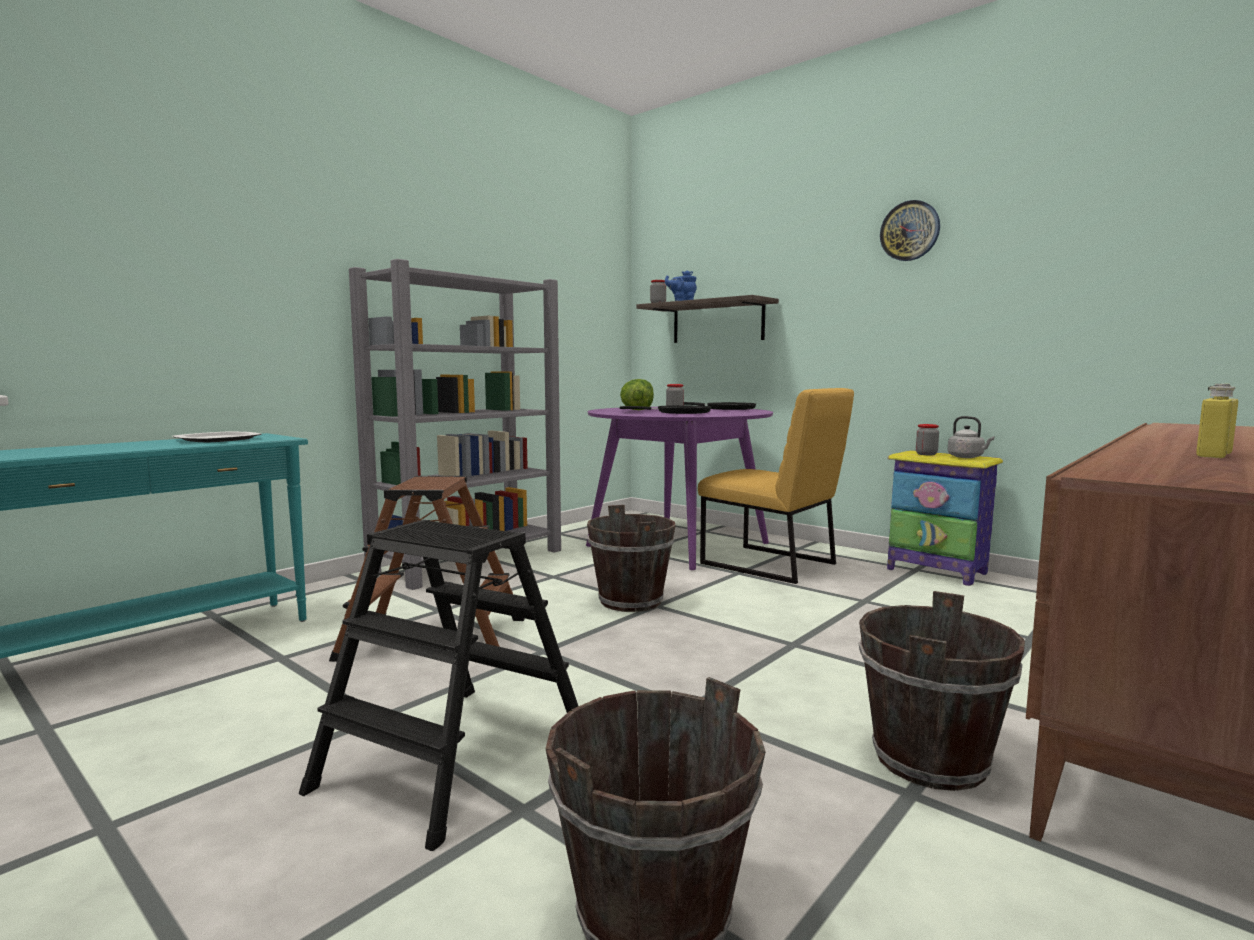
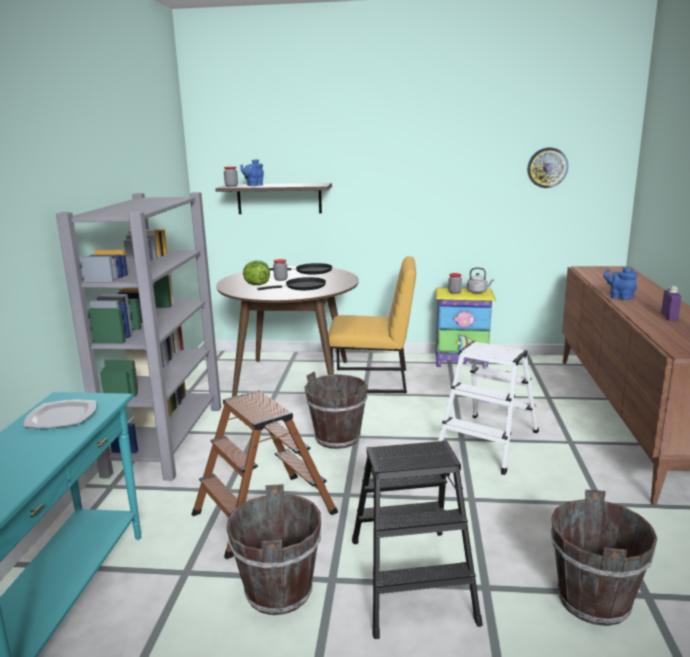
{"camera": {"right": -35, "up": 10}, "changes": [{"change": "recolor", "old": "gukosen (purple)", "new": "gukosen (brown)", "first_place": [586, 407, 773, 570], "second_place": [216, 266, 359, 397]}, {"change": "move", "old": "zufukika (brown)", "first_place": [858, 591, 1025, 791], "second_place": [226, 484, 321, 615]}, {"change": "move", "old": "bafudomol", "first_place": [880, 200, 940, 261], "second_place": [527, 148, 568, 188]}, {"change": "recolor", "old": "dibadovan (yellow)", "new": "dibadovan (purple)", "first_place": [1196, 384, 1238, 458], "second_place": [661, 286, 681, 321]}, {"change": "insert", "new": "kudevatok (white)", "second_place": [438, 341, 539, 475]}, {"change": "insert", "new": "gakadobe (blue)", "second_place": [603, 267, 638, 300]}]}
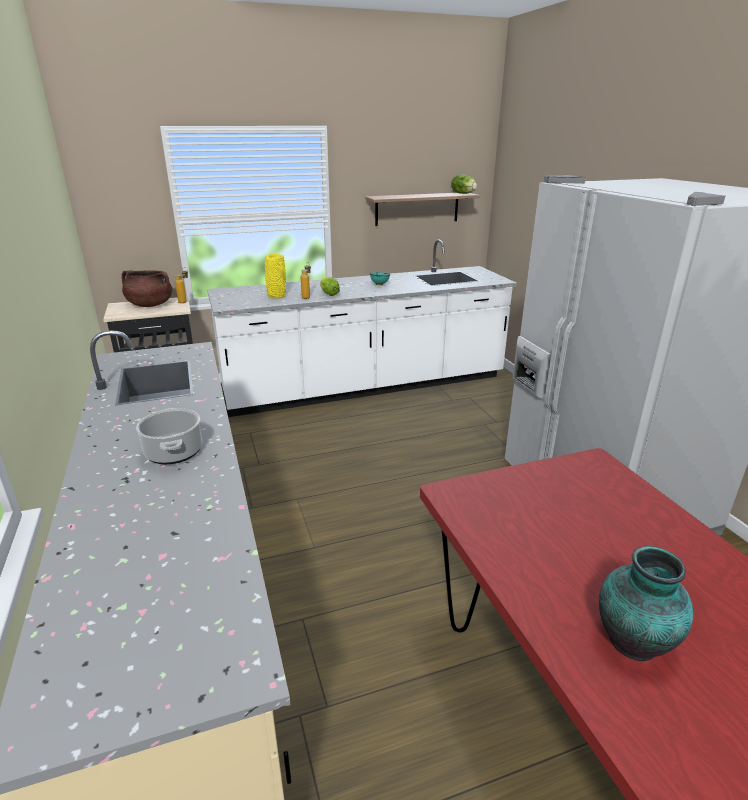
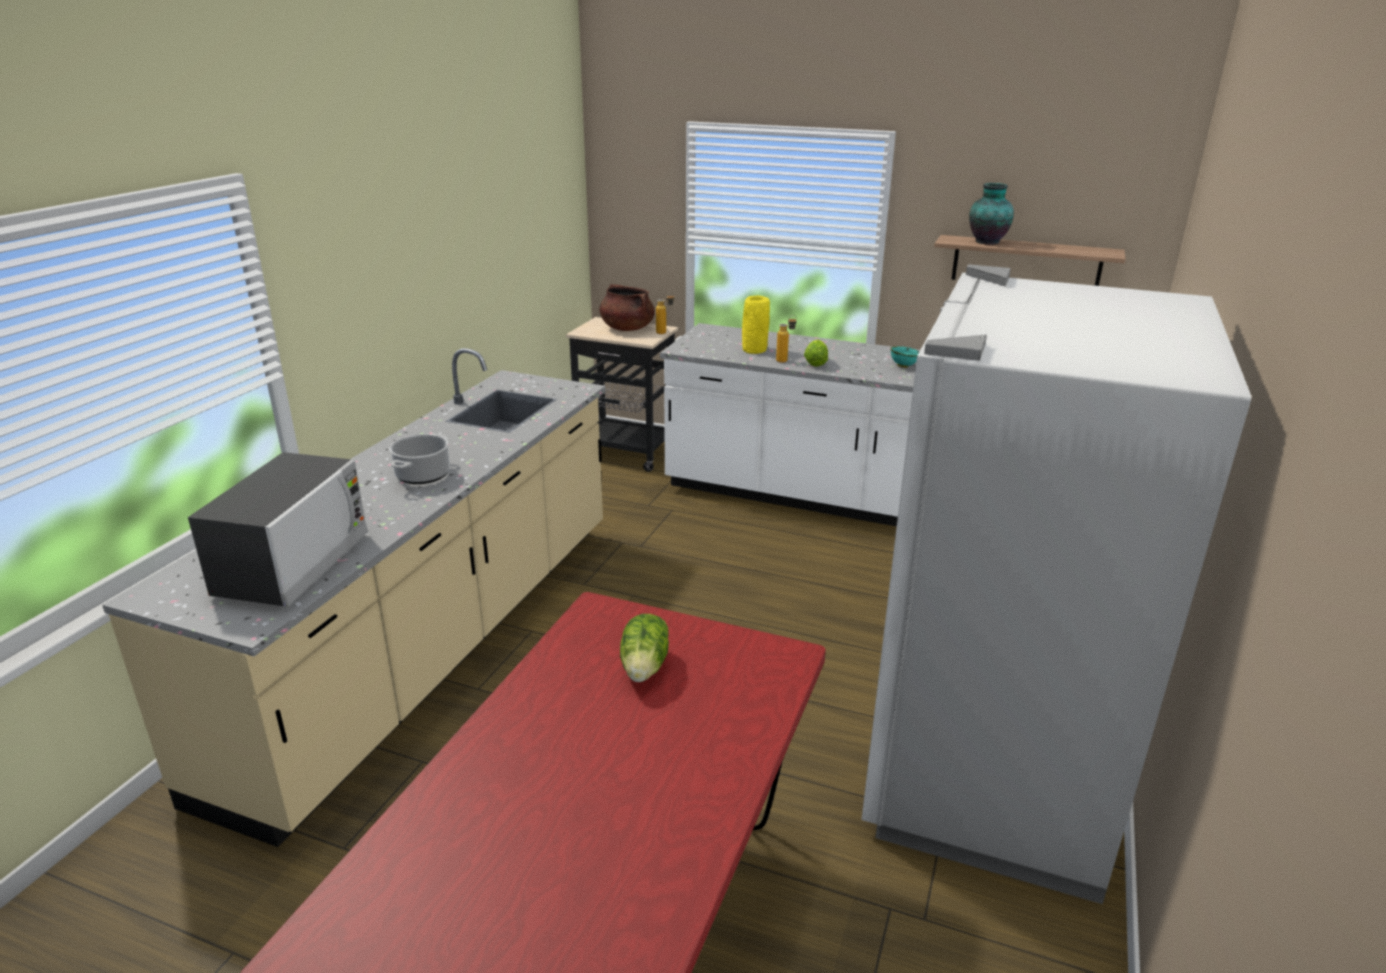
{"camera": {"right": 40, "up": 0}, "changes": [{"change": "move", "old": "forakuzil", "first_place": [451, 174, 477, 194], "second_place": [620, 614, 669, 682]}, {"change": "move", "old": "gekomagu", "first_place": [599, 546, 694, 661], "second_place": [969, 183, 1014, 245]}, {"change": "insert", "new": "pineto", "second_place": [188, 452, 368, 607]}]}
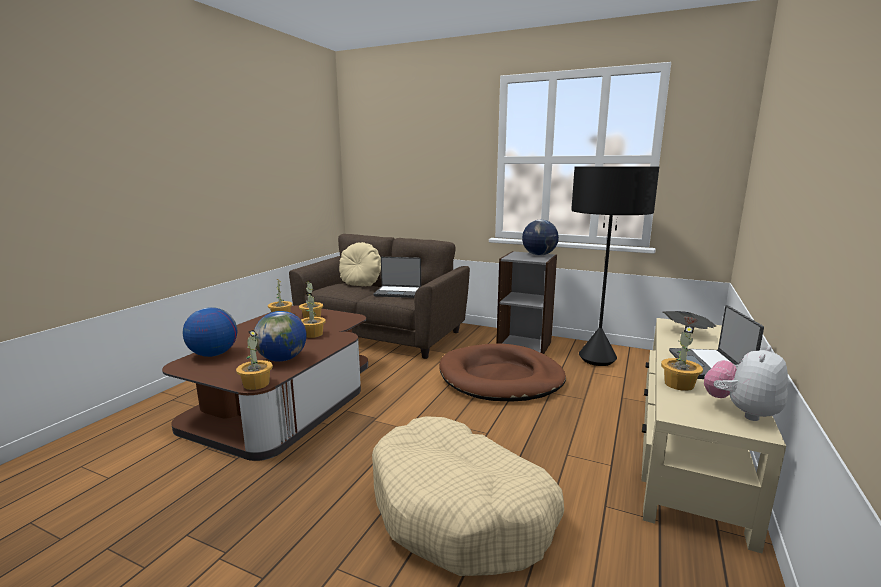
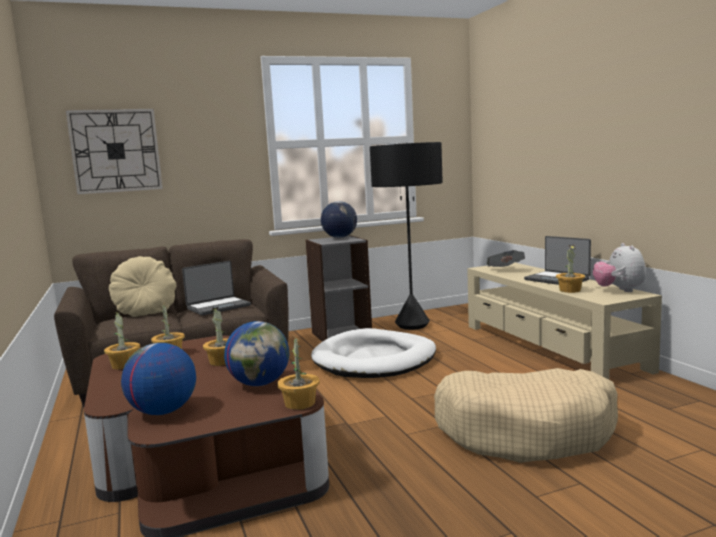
{"camera": {"right": -45, "up": -5}, "changes": [{"change": "recolor", "old": "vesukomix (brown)", "new": "vesukomix (white)", "first_place": [439, 343, 566, 401], "second_place": [311, 328, 436, 378]}, {"change": "insert", "new": "bafudomol", "second_place": [65, 109, 163, 195]}]}
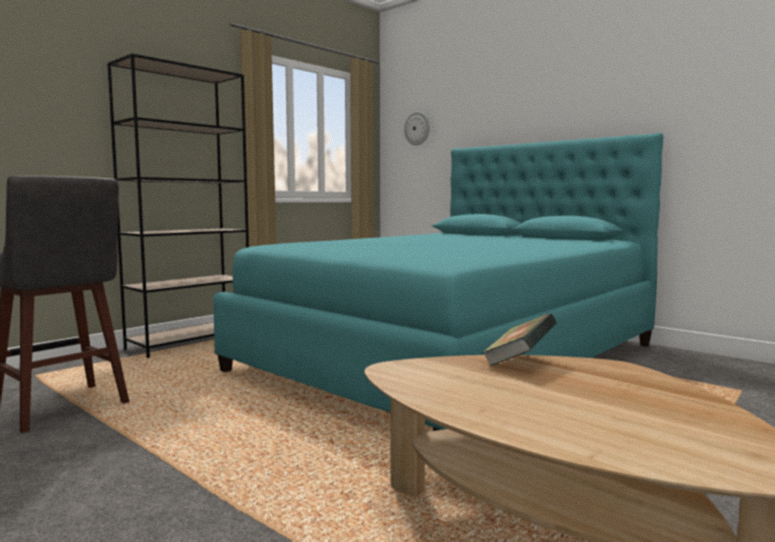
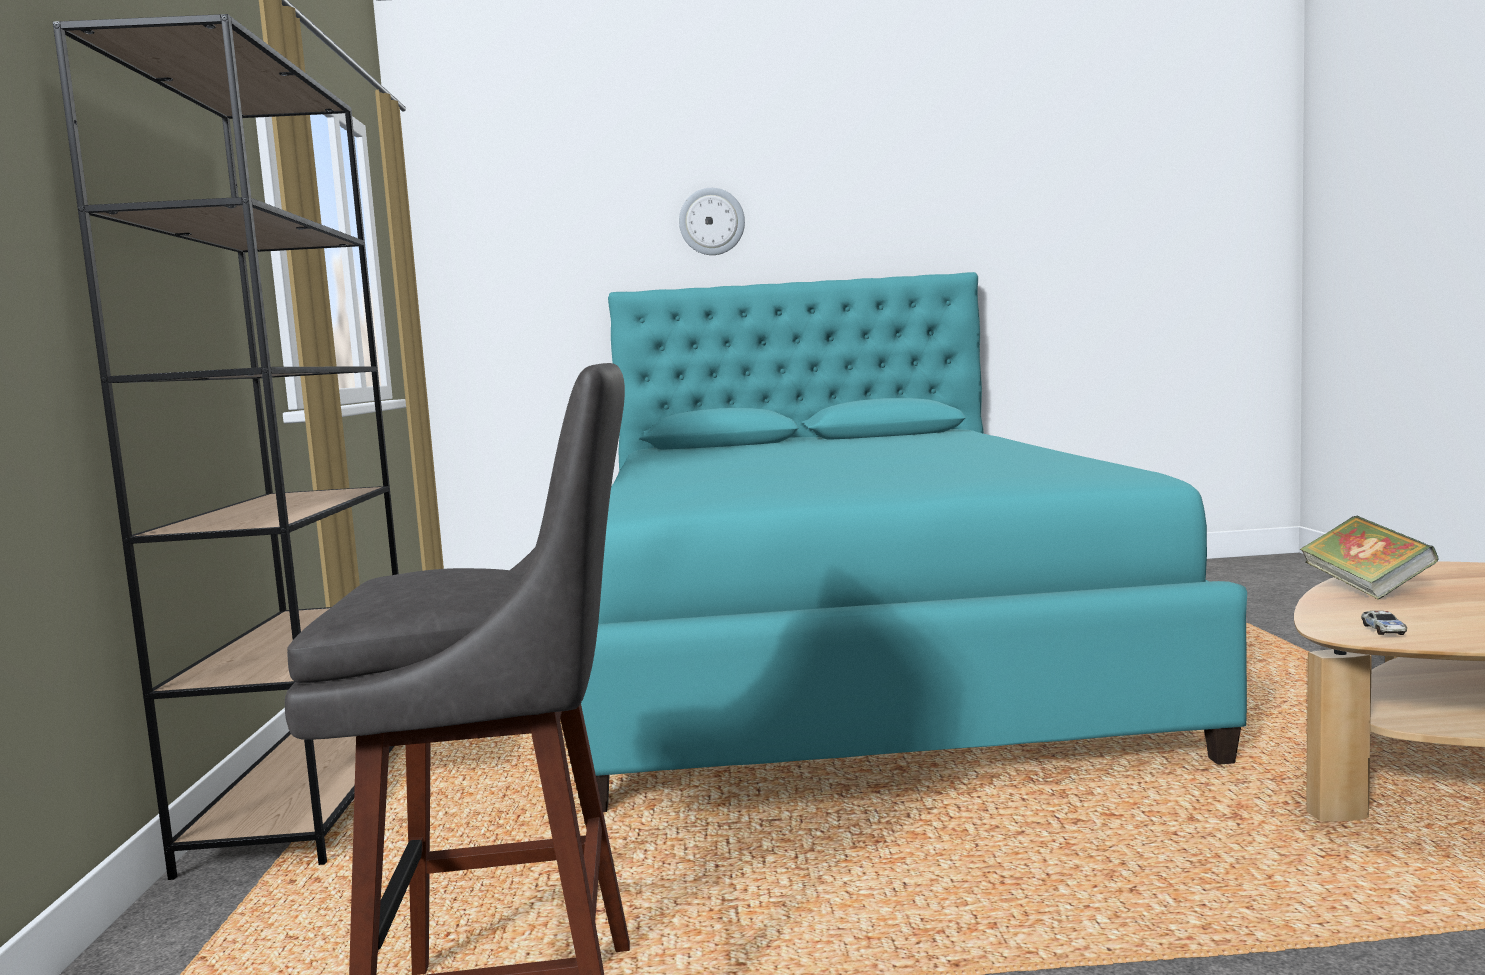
{"camera": {"right": -45, "up": 0}, "changes": [{"change": "move", "old": "bafudomol", "first_place": [404, 111, 430, 145], "second_place": [679, 188, 745, 255]}, {"change": "insert", "new": "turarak", "second_place": [1361, 611, 1407, 635]}]}
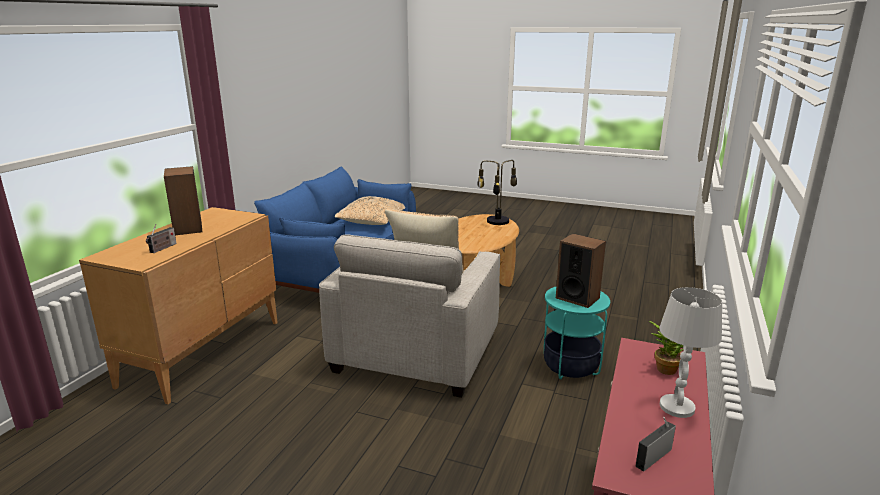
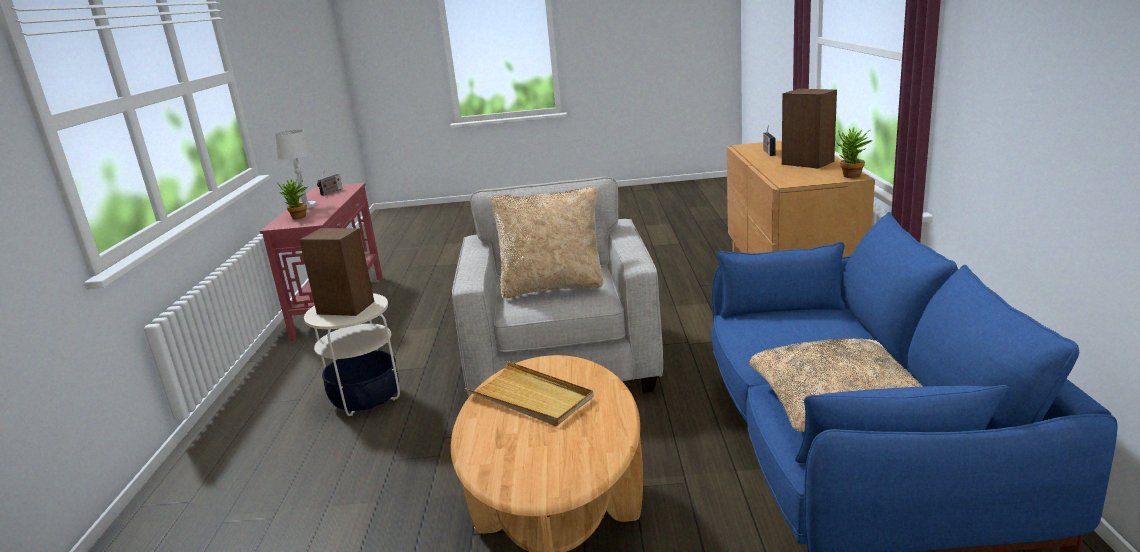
{"camera": {"right": 160, "up": 0}, "changes": [{"change": "delete", "old": "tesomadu", "first_place": [477, 160, 517, 225]}, {"change": "recolor", "old": "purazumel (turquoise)", "new": "purazumel (beige)", "first_place": [544, 287, 610, 379], "second_place": [304, 293, 400, 416]}, {"change": "insert", "new": "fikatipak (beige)", "second_place": [465, 361, 593, 426]}, {"change": "insert", "new": "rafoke", "second_place": [836, 127, 873, 178]}]}
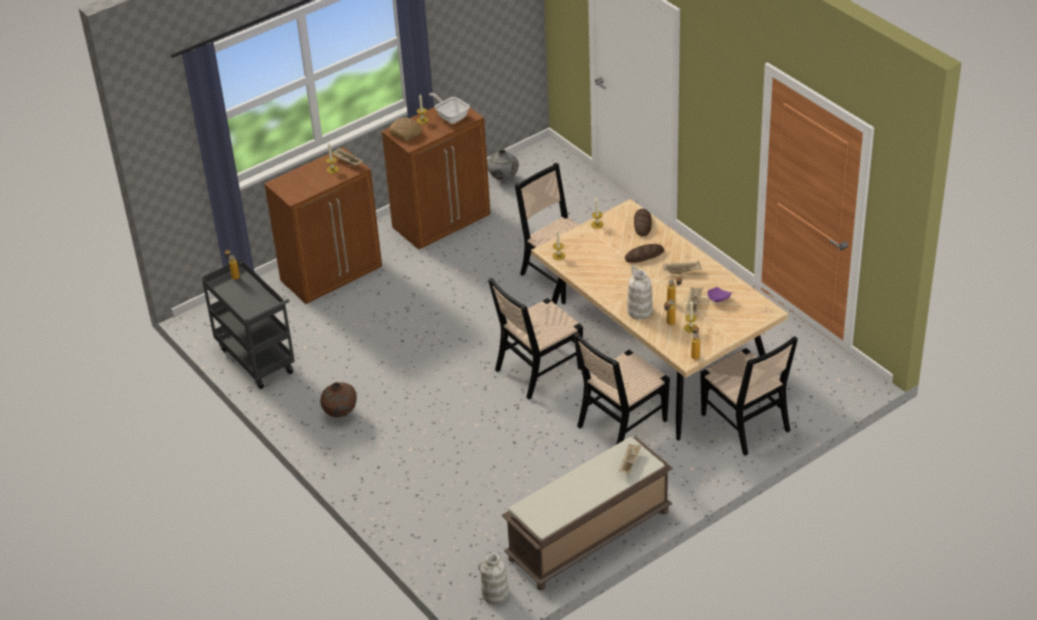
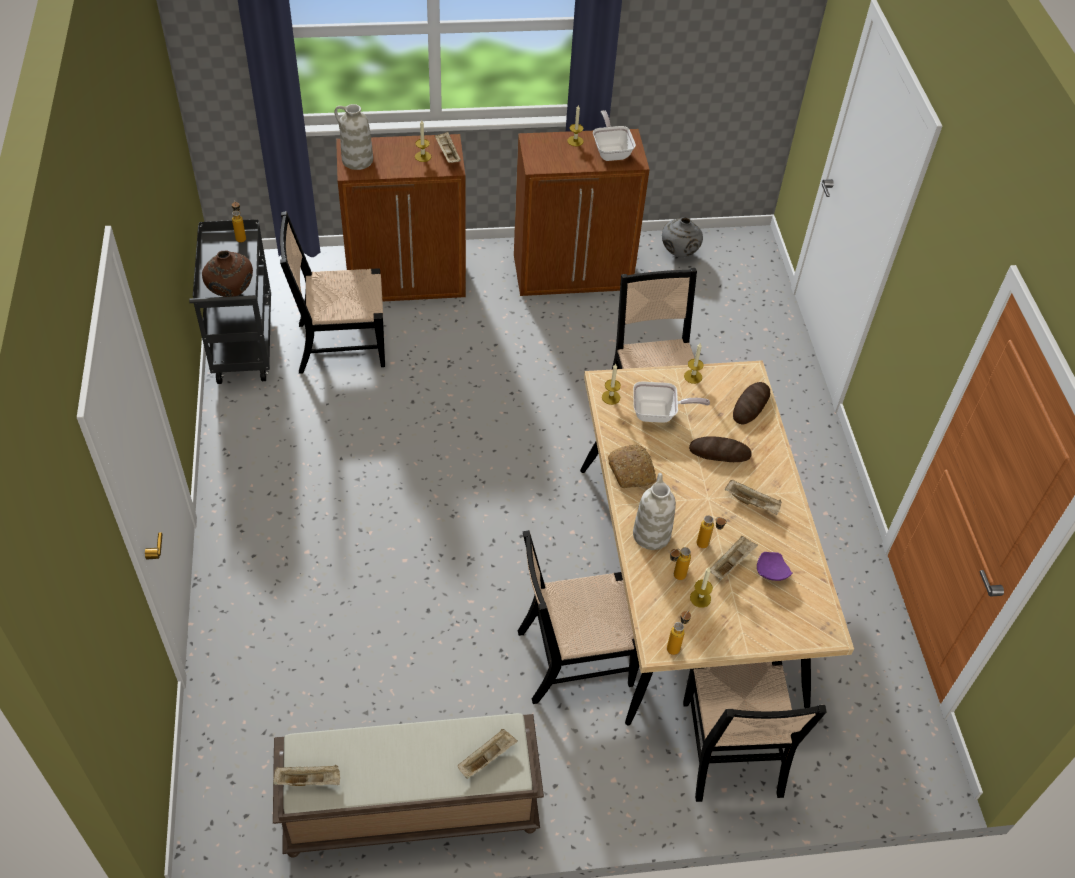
{"camera": {"right": 25, "up": 10}, "changes": [{"change": "move", "old": "gekomagu (brown)", "first_place": [320, 382, 357, 417], "second_place": [202, 250, 253, 297]}, {"change": "move", "old": "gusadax", "first_place": [389, 117, 423, 141], "second_place": [608, 445, 656, 488]}, {"change": "move", "old": "gekomagu (white)", "first_place": [478, 553, 509, 604], "second_place": [334, 104, 373, 170]}, {"change": "move", "old": "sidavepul", "first_place": [488, 277, 583, 399], "second_place": [280, 211, 385, 374]}, {"change": "insert", "new": "fikatipak (beige)", "second_place": [273, 765, 340, 786]}, {"change": "insert", "new": "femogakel", "second_place": [633, 381, 710, 423]}]}
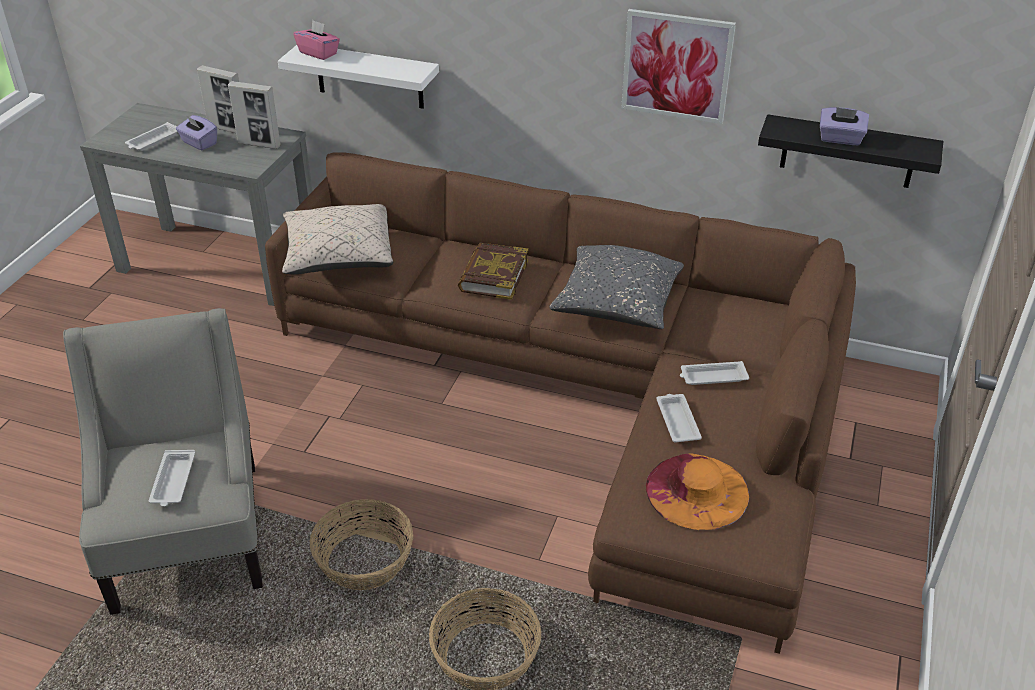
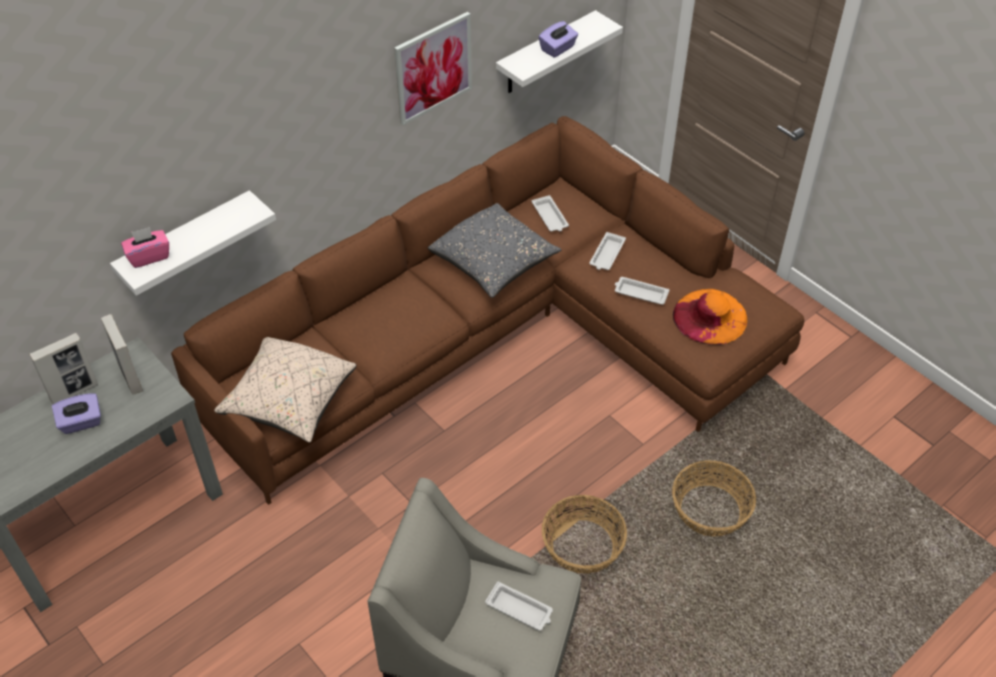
{"camera": {"right": -60, "up": 10}, "changes": [{"change": "move", "old": "fikatipak (white)", "first_place": [125, 122, 177, 151], "second_place": [532, 195, 569, 231]}, {"change": "rotate", "old": "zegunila", "first_place": [228, 81, 281, 149], "second_place": [101, 314, 143, 395], "degrees": 105}, {"change": "delete", "old": "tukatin", "first_place": [458, 242, 528, 300]}, {"change": "recolor", "old": "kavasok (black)", "new": "kavasok (white)", "first_place": [758, 114, 943, 188], "second_place": [496, 10, 623, 93]}]}
